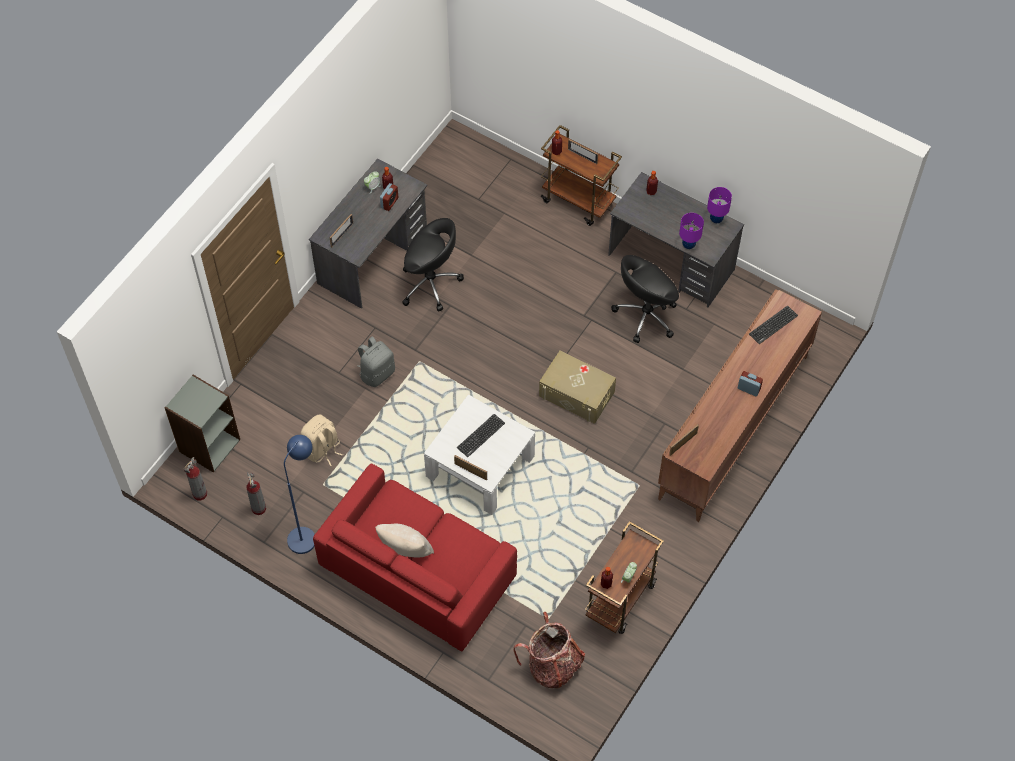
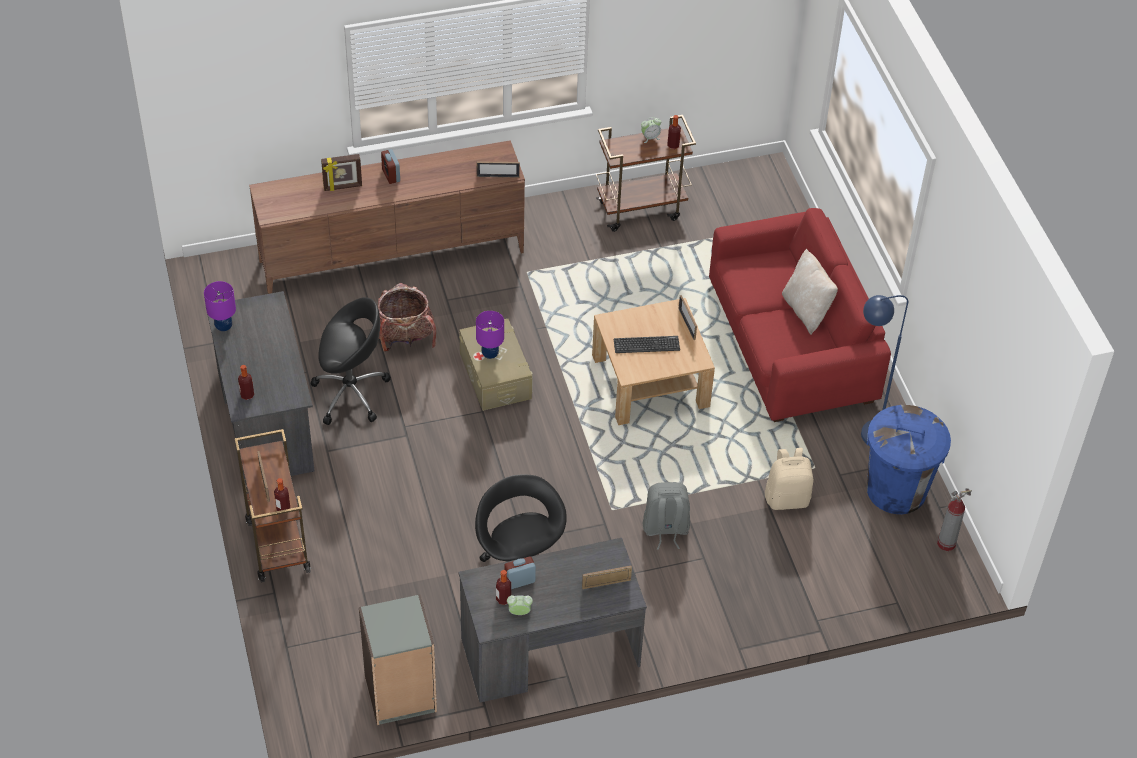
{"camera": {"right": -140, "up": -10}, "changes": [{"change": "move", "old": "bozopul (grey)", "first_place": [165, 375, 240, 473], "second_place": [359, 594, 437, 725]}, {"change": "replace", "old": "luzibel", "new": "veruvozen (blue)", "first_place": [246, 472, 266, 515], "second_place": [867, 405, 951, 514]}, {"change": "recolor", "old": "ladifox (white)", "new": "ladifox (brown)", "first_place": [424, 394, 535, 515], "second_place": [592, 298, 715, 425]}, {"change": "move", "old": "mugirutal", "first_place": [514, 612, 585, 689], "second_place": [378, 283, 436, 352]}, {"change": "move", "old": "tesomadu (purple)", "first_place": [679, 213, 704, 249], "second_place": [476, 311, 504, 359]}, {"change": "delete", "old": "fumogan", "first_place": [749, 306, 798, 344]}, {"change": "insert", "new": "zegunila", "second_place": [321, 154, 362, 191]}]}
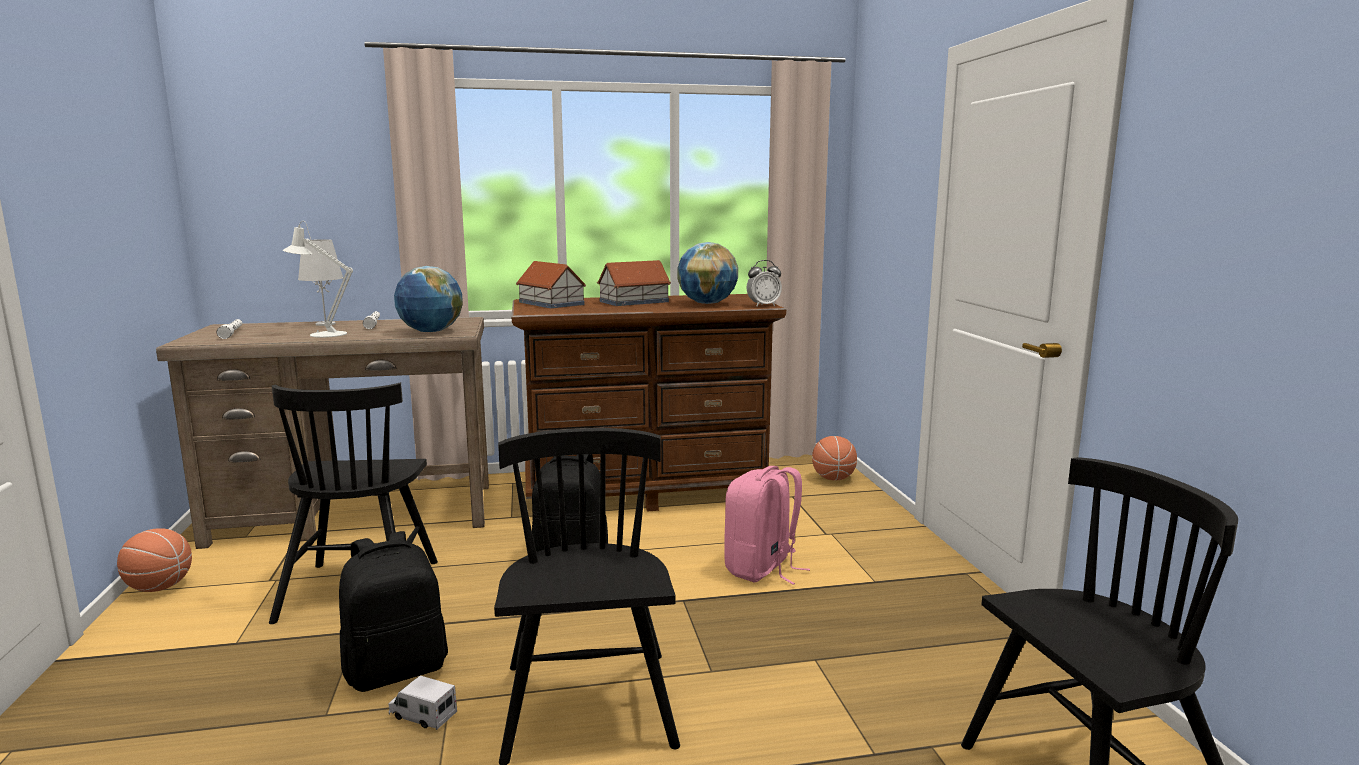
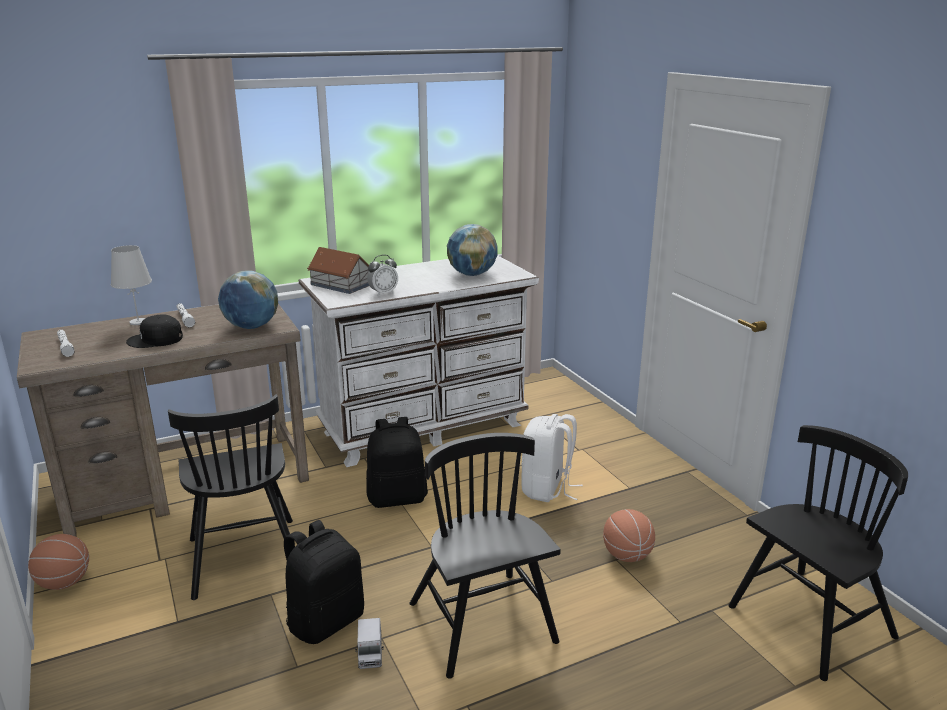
{"camera": {"right": -15, "up": 10}, "changes": [{"change": "replace", "old": "tesomadu (white)", "new": "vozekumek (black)", "first_place": [283, 221, 353, 338], "second_place": [126, 314, 183, 348]}, {"change": "rotate", "old": "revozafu", "first_place": [389, 675, 457, 730], "second_place": [355, 618, 384, 669], "degrees": -105}, {"change": "recolor", "old": "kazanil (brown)", "new": "kazanil (white)", "first_place": [512, 294, 786, 512], "second_place": [299, 255, 539, 467]}, {"change": "delete", "old": "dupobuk", "first_place": [597, 260, 671, 306]}, {"change": "recolor", "old": "mugirutal (pink)", "new": "mugirutal (white)", "first_place": [724, 466, 810, 585], "second_place": [521, 414, 583, 502]}, {"change": "move", "old": "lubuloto", "first_place": [746, 260, 782, 307], "second_place": [367, 255, 398, 296]}, {"change": "move", "old": "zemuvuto", "first_place": [812, 436, 857, 480], "second_place": [603, 509, 655, 562]}]}
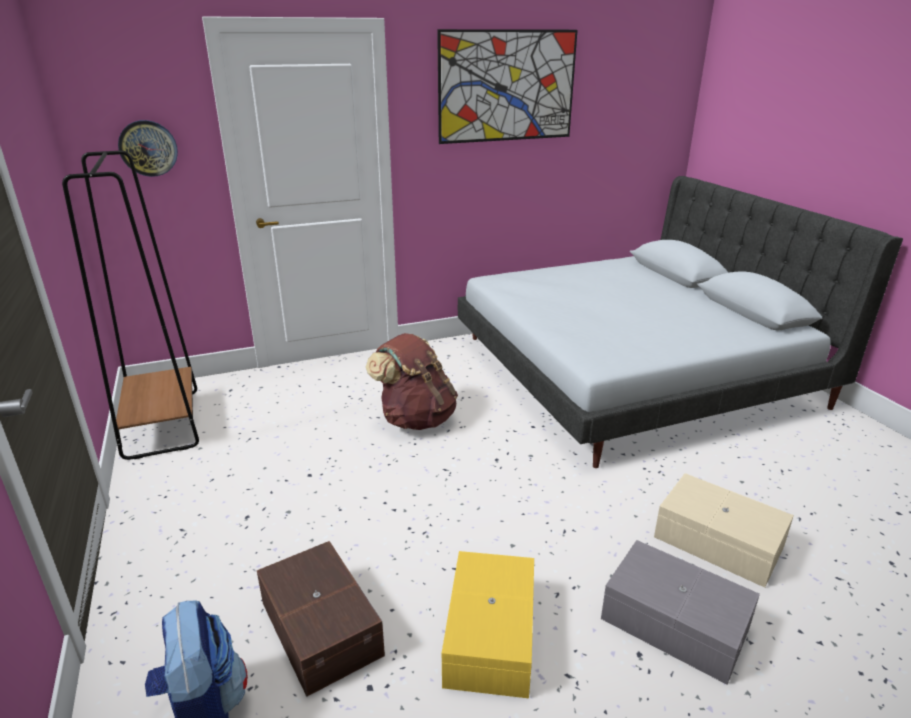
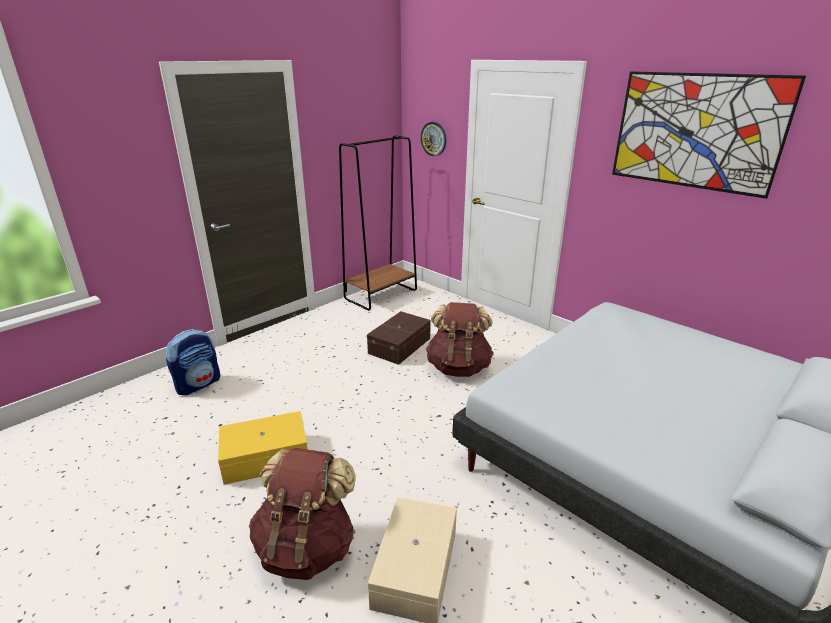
{"camera": {"right": 65, "up": 0}, "changes": [{"change": "move", "old": "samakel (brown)", "first_place": [257, 541, 385, 697], "second_place": [367, 311, 431, 365]}, {"change": "replace", "old": "samakel (grey)", "new": "mugirutal (brown)", "first_place": [601, 540, 760, 685], "second_place": [249, 448, 356, 580]}]}
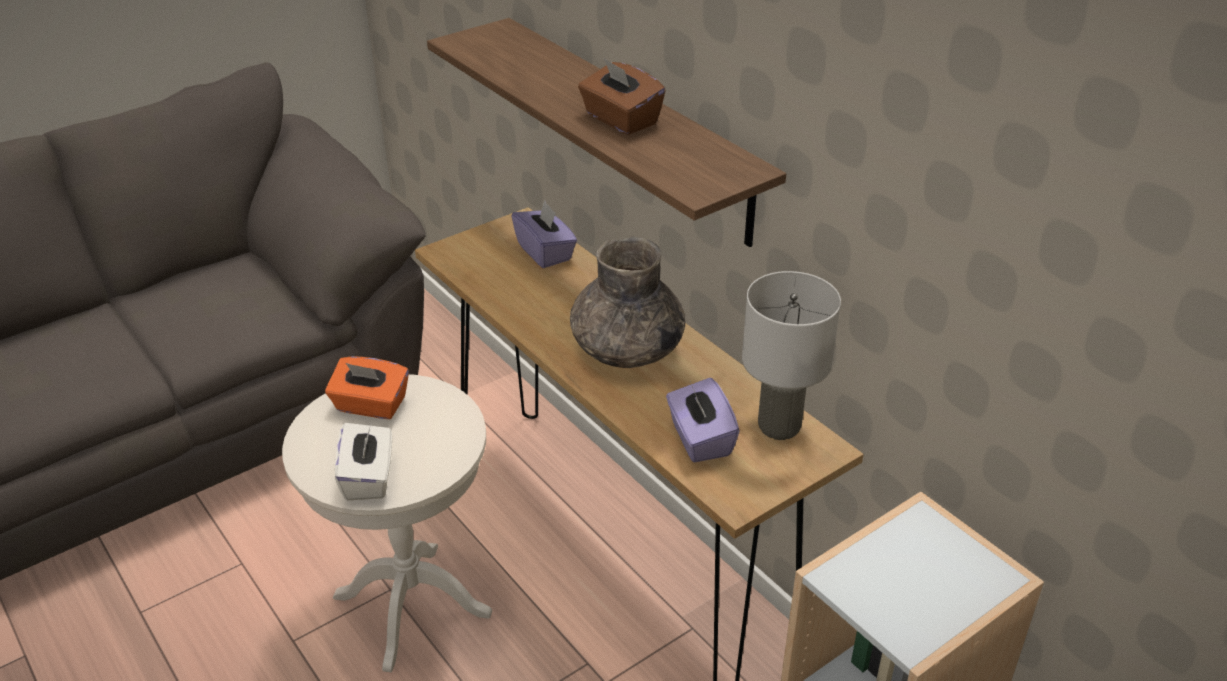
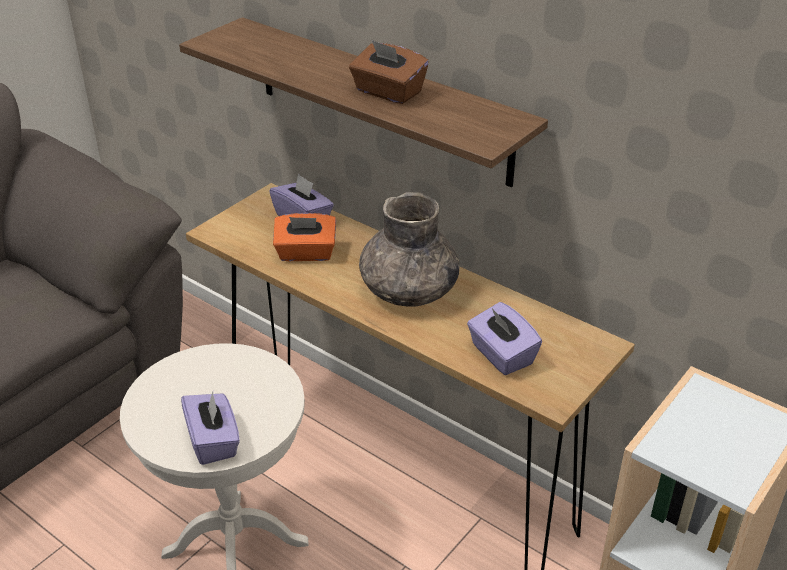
{"camera": {"right": -15, "up": 0}, "changes": [{"change": "move", "old": "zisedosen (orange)", "first_place": [325, 356, 409, 419], "second_place": [273, 213, 336, 261]}, {"change": "recolor", "old": "zisedosen (white)", "new": "zisedosen (purple)", "first_place": [335, 422, 392, 500], "second_place": [181, 392, 240, 465]}, {"change": "delete", "old": "tesomadu (white)", "first_place": [742, 271, 841, 440]}]}
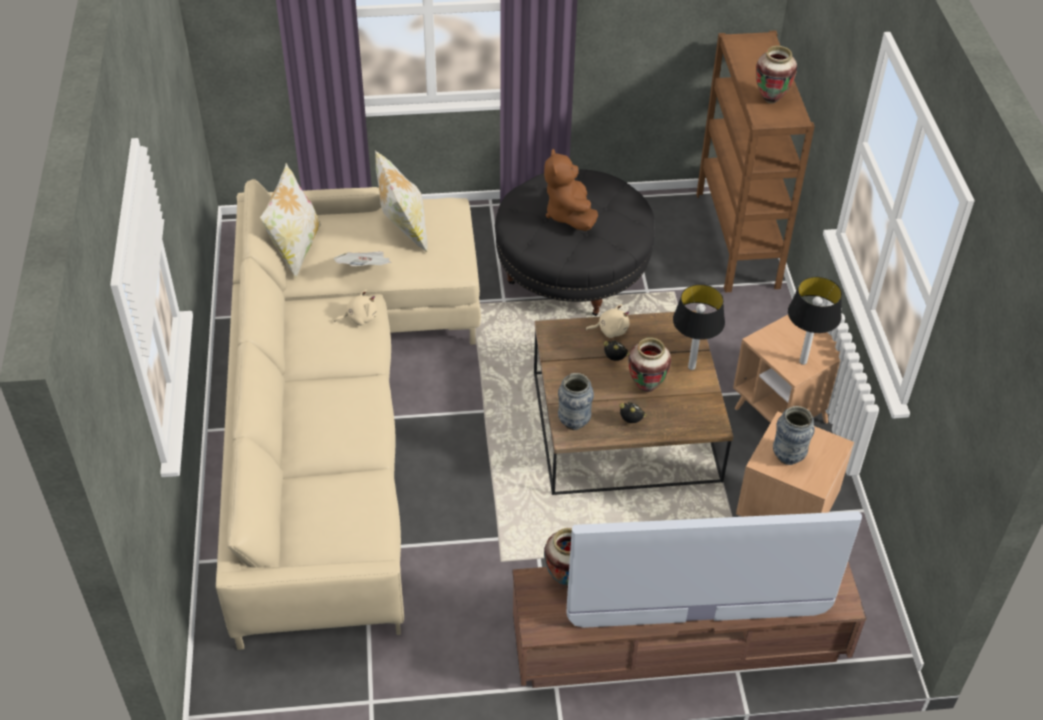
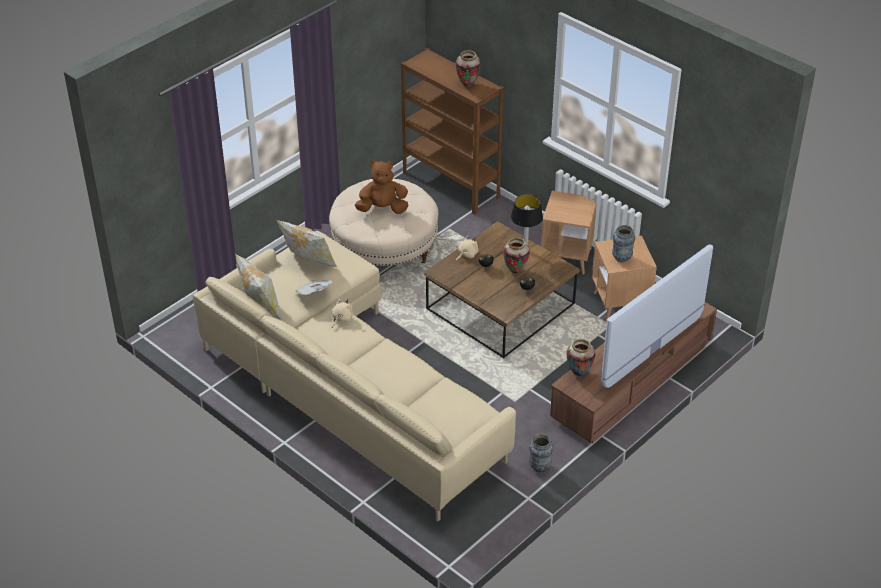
{"camera": {"right": -40, "up": -5}, "changes": [{"change": "recolor", "old": "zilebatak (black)", "new": "zilebatak (beige)", "first_place": [495, 169, 655, 316], "second_place": [329, 179, 438, 266]}, {"change": "rotate", "old": "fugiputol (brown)", "first_place": [544, 148, 598, 231], "second_place": [355, 160, 408, 214], "degrees": 135}, {"change": "move", "old": "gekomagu", "first_place": [558, 373, 594, 430], "second_place": [529, 434, 553, 472]}, {"change": "delete", "old": "tesomadu", "first_place": [788, 277, 842, 365]}]}
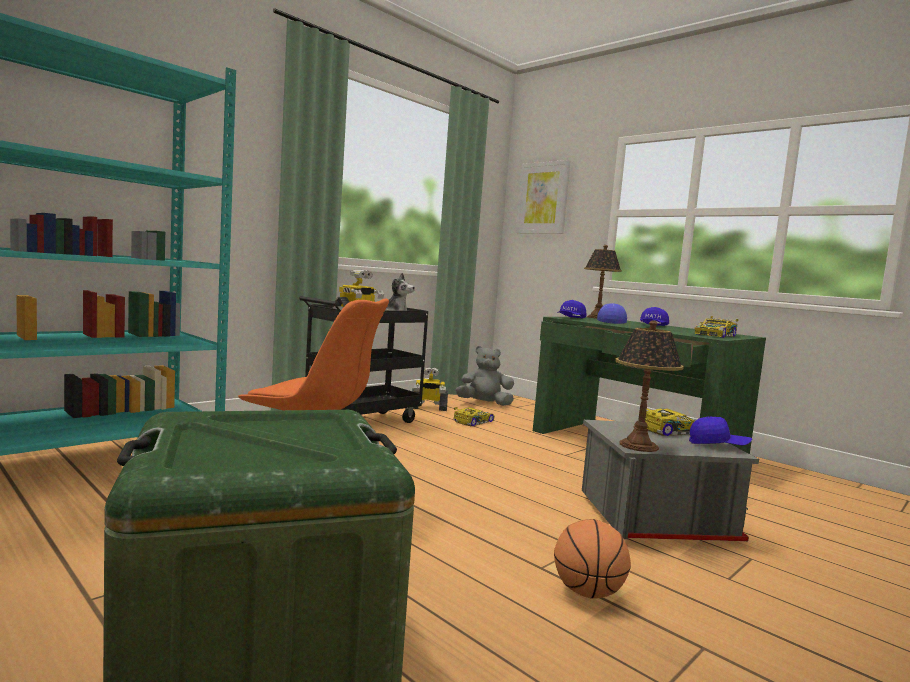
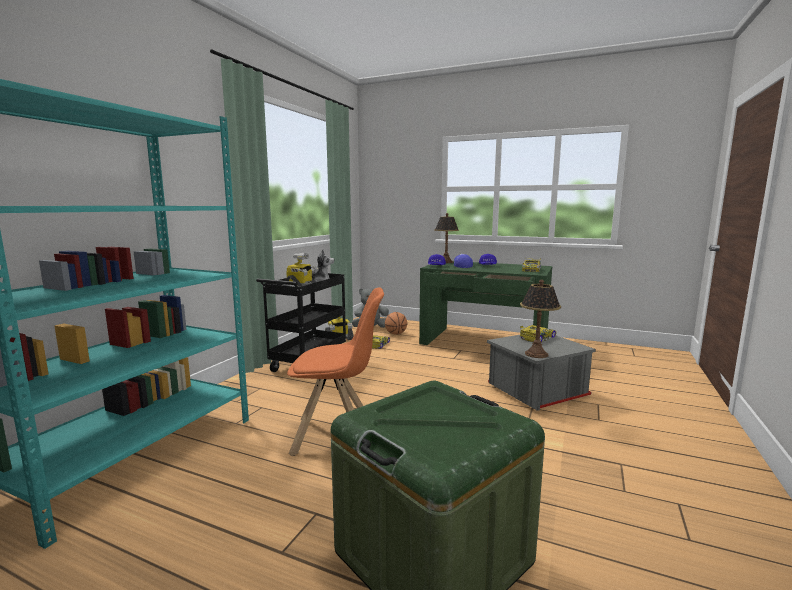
{"camera": {"right": -20, "up": 5}, "changes": [{"change": "delete", "old": "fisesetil", "first_place": [516, 160, 571, 234]}, {"change": "move", "old": "zemuvuto", "first_place": [554, 519, 631, 599], "second_place": [385, 312, 407, 335]}, {"change": "delete", "old": "vozekumek (blue)", "first_place": [689, 417, 752, 445]}]}
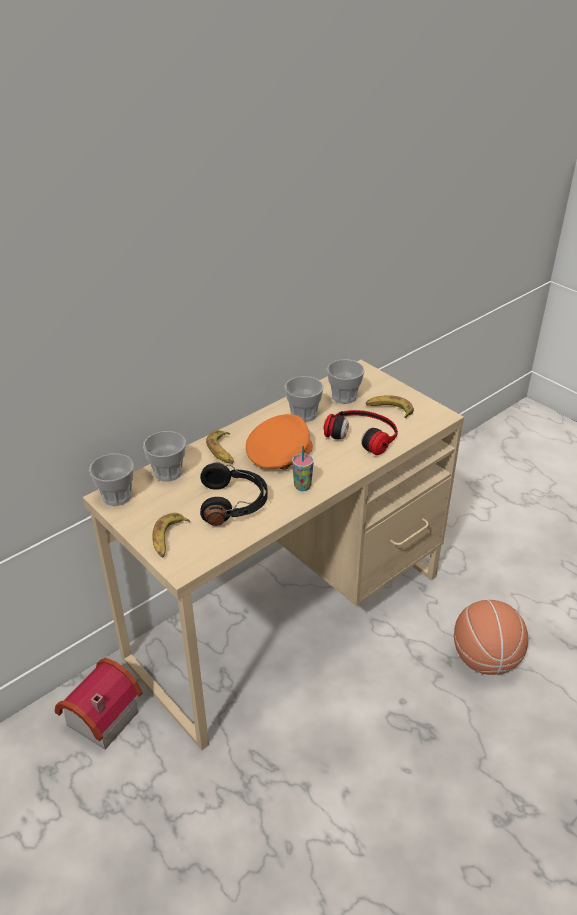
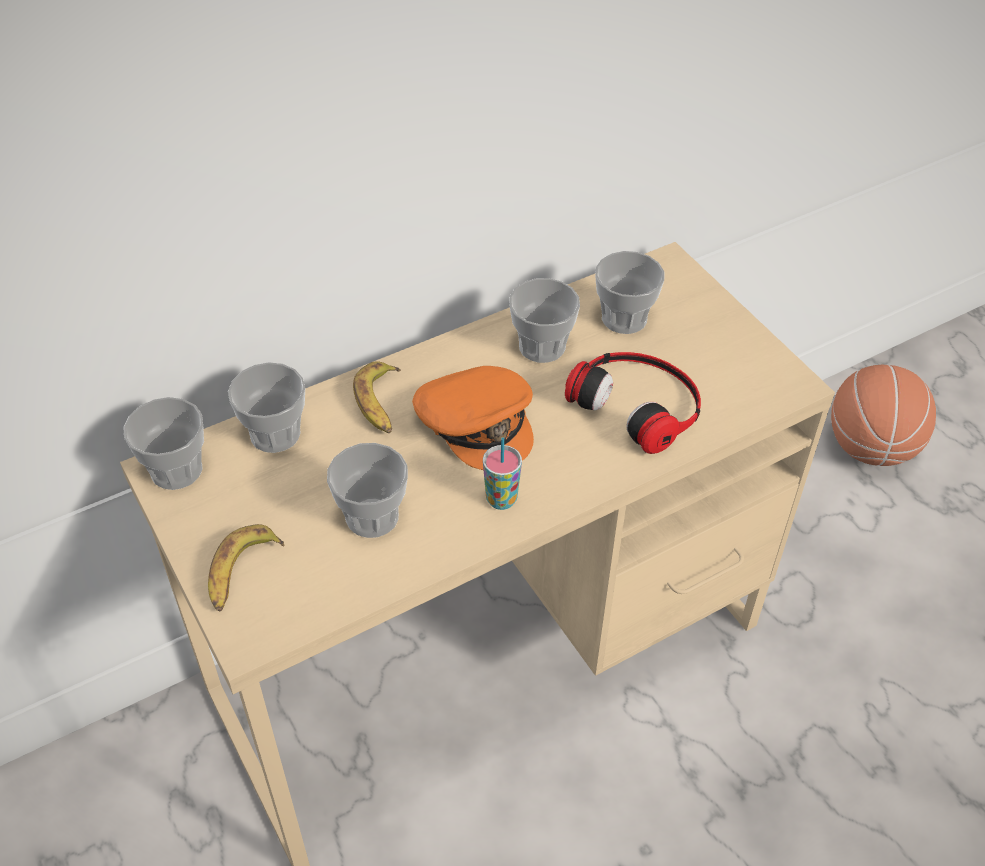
{"camera": {"right": 10, "up": 10}, "changes": [{"change": "delete", "old": "dupobuk", "first_place": [55, 658, 143, 750]}, {"change": "replace", "old": "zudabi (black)", "new": "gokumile", "first_place": [200, 462, 268, 526], "second_place": [327, 443, 408, 538]}, {"change": "rotate", "old": "vozekumek (orange)", "first_place": [246, 414, 313, 470], "second_place": [412, 366, 534, 470], "degrees": 90}, {"change": "delete", "old": "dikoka", "first_place": [366, 395, 414, 418]}, {"change": "move", "old": "zemuvuto", "first_place": [454, 600, 528, 675], "second_place": [831, 365, 936, 466]}]}
